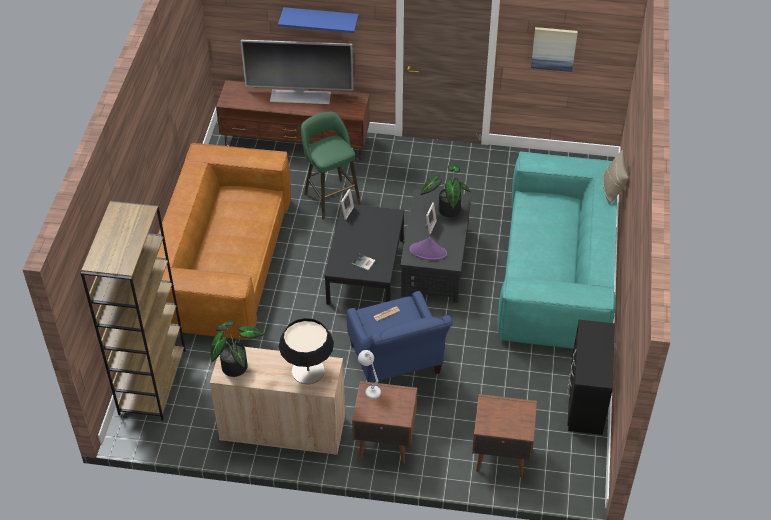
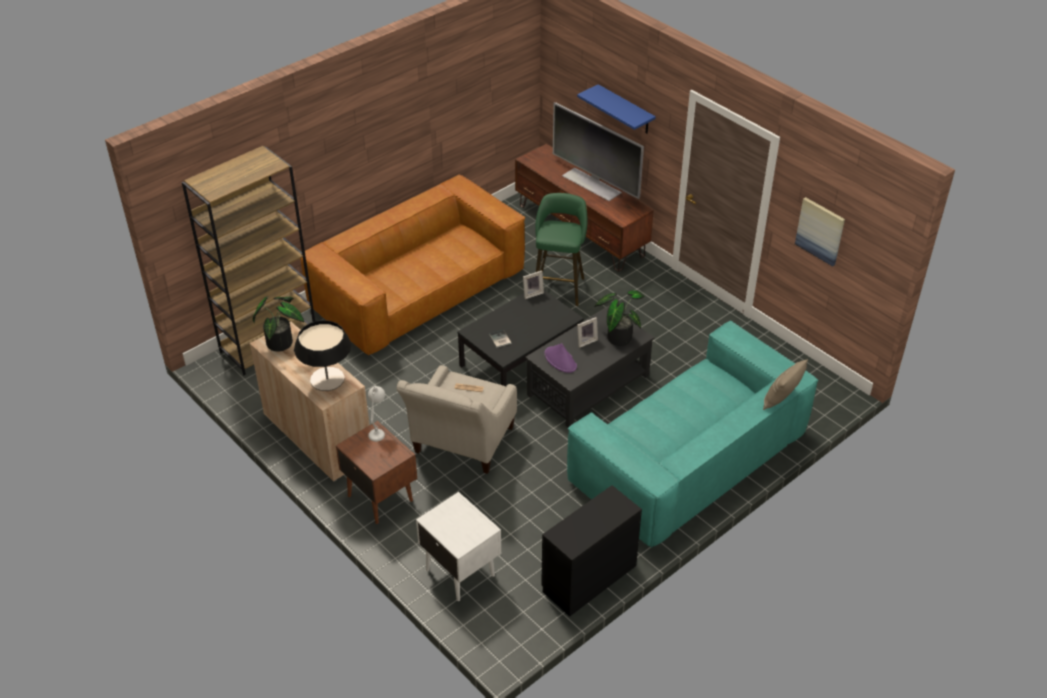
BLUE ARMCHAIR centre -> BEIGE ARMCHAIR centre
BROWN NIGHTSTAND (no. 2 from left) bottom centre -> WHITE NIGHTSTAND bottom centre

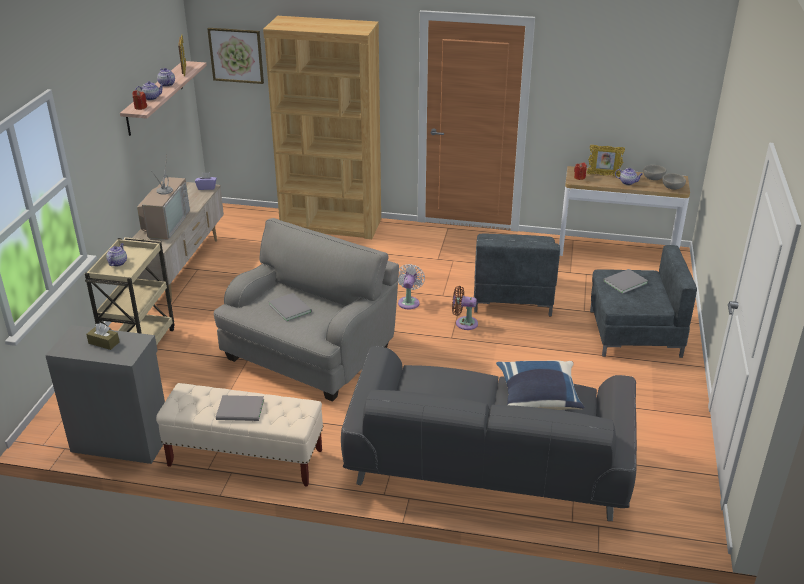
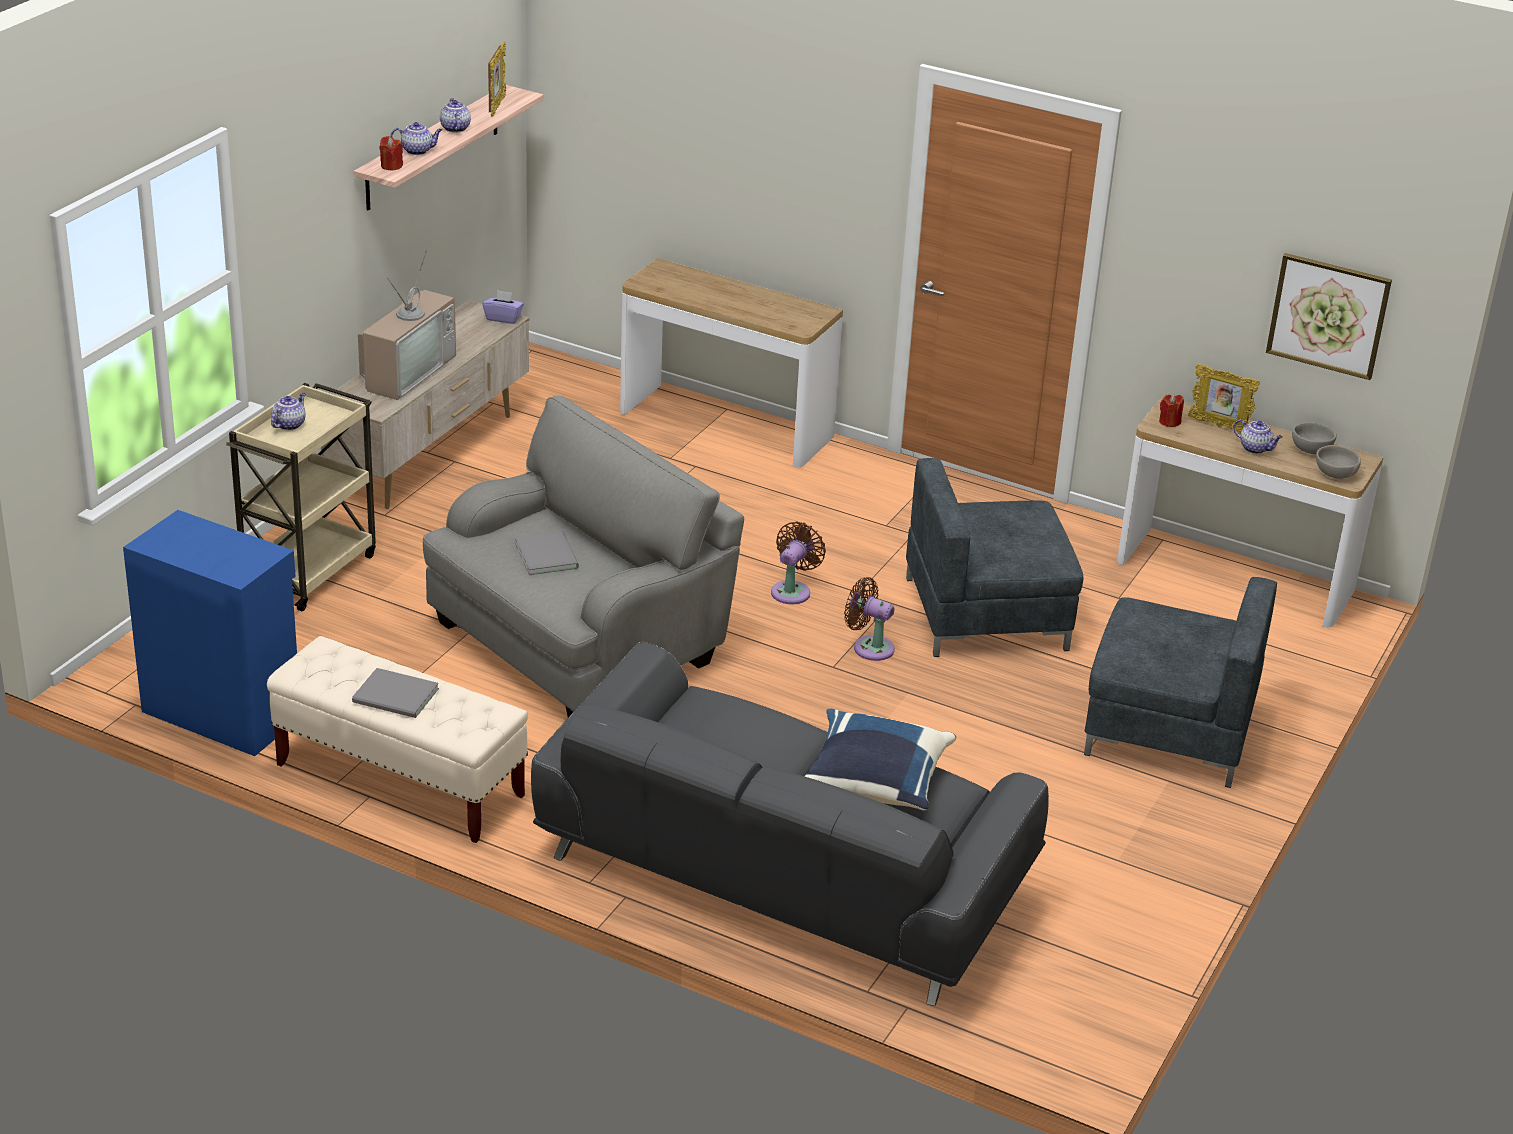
BROWN BOOKCASE top centre -> CONSOLE TABLE (no. 1 from left) top centre
PICTURE top left -> PICTURE top right, relocated
GREY ARMCHAIR (no. 2 from left) centre, 60 degrees clockwise
WHITE FAN centre -> BROWN FAN (no. 1 from left) centre
GREY BOOK (no. 3 from left) middle right -> none
BROWN TISSUE BOX middle left -> none
GREY CABINET bottom left -> BLUE CABINET middle left

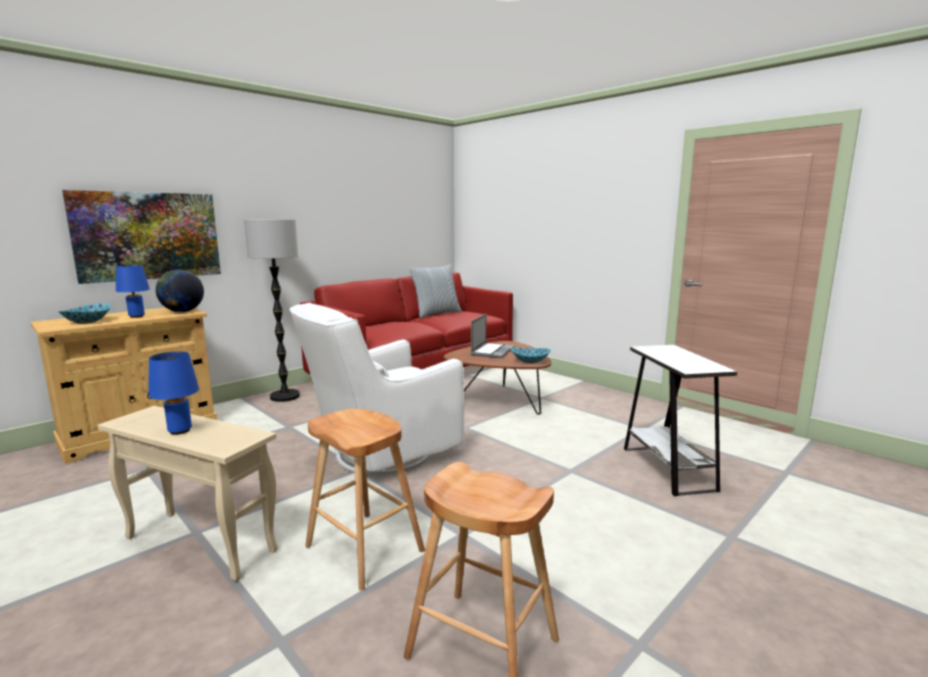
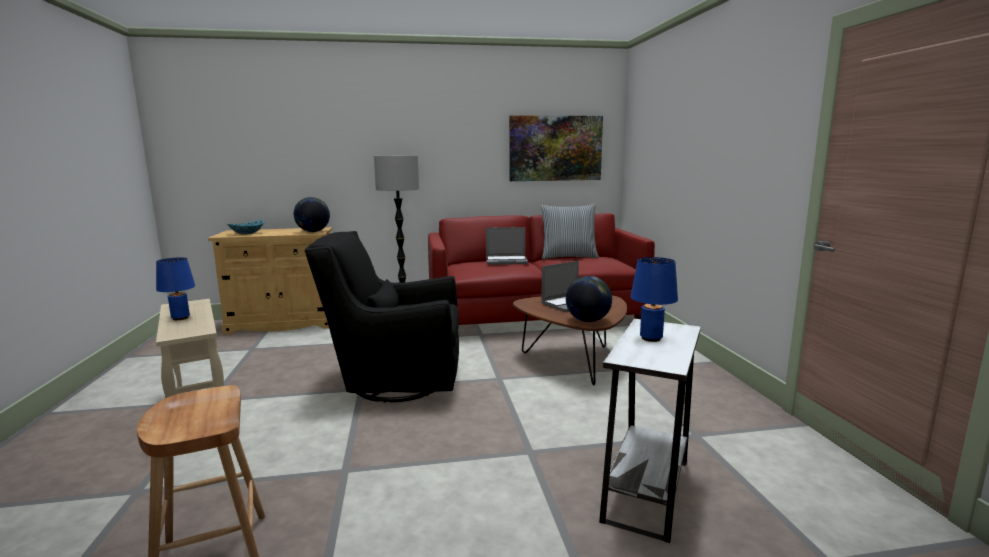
PICTURE middle left -> PICTURE top centre, relocated
BLUE TABLE LAMP (no. 1 from left in the first image) middle left -> BLUE TABLE LAMP (no. 2 from left) centre, relocated
WHITE ARMCHAIR centre -> BLACK ARMCHAIR centre
BOWL (no. 2 from left) centre -> GLOBE (no. 2 from left) centre
BROWN STOOL (no. 1 from left) bottom centre -> none
none -> LAPTOP (no. 1 from left) centre

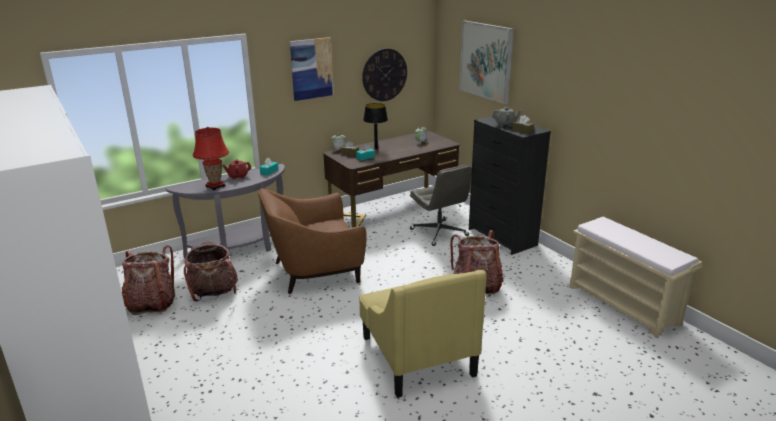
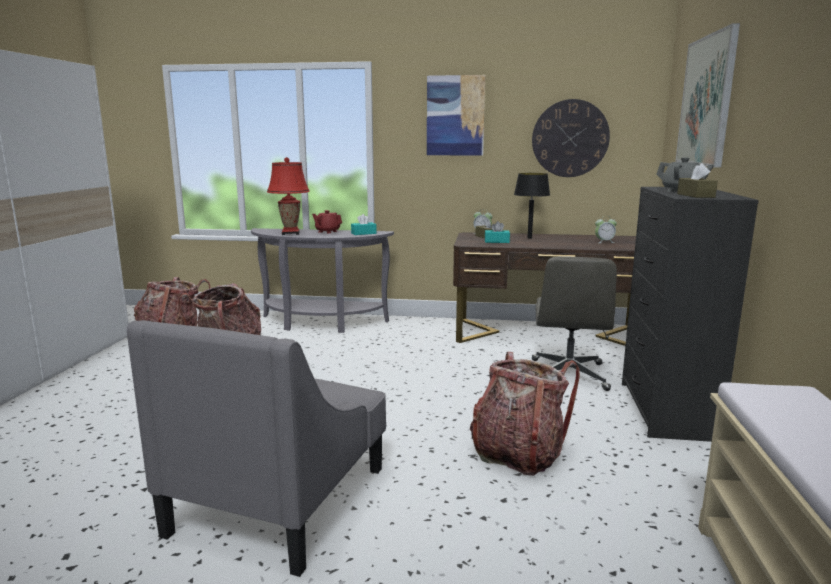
BROWN ARMCHAIR centre -> none
YELLOW ARMCHAIR bottom centre -> GREY ARMCHAIR bottom left

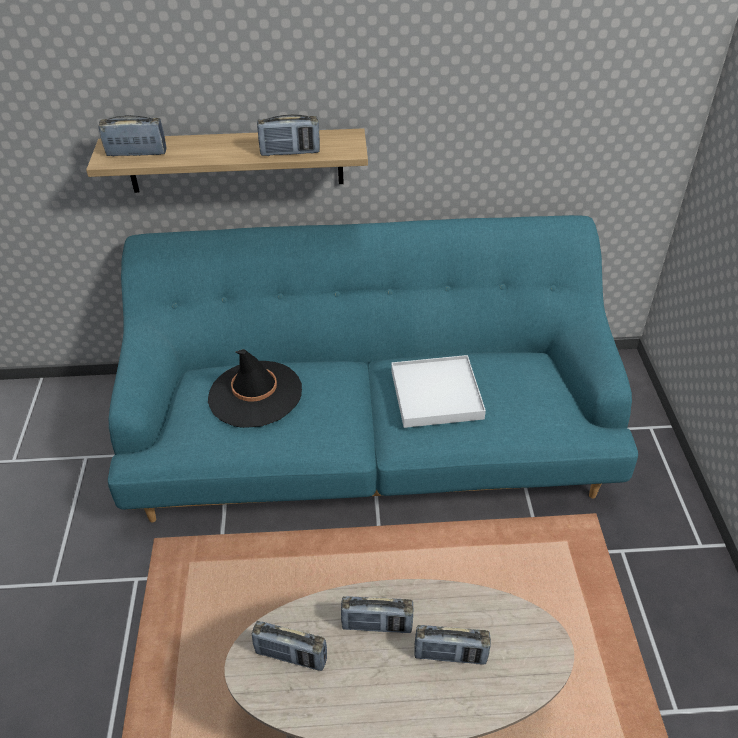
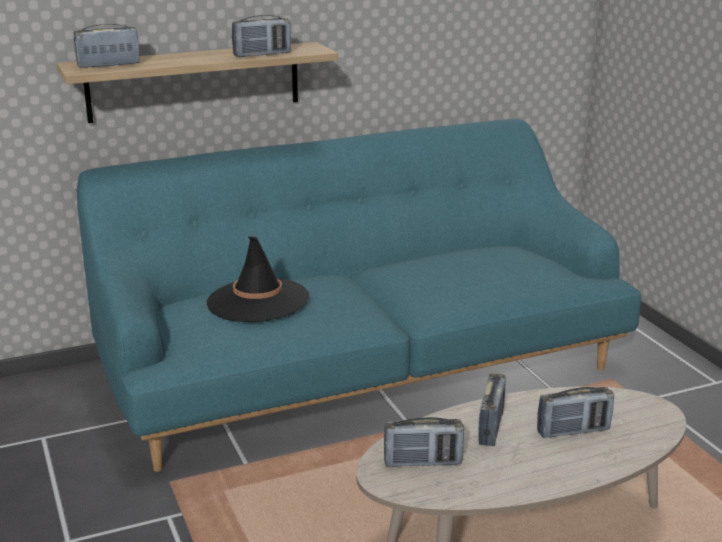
WHITE TRAY centre -> none
RADIO (no. 4 from left) bottom centre -> RADIO (no. 4 from left) bottom right, 60 degrees counterclockwise

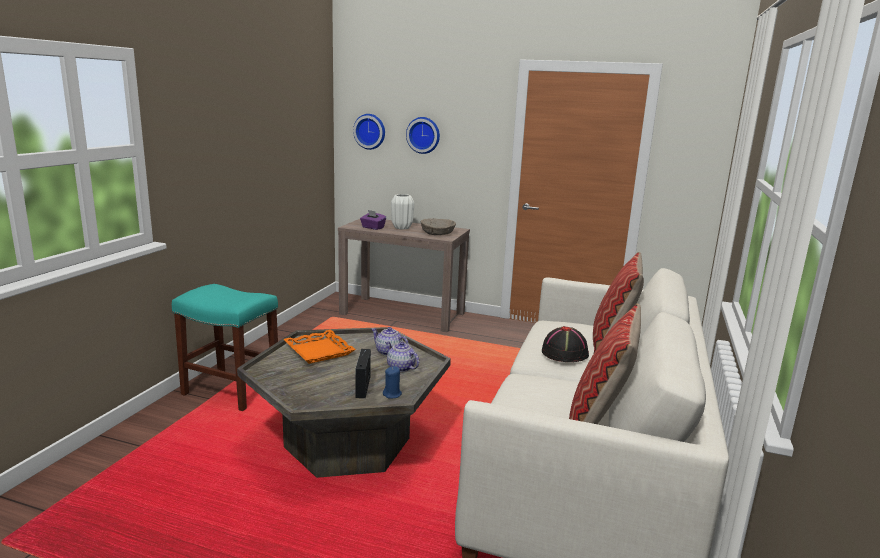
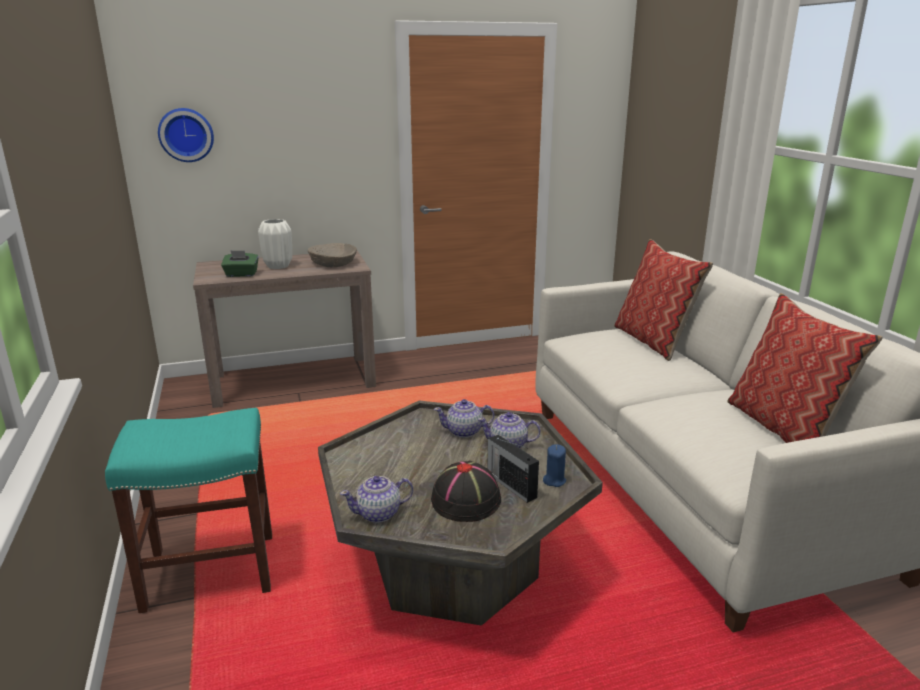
WALL CLOCK (no. 2 from left) top centre -> none
PURPLE TISSUE BOX centre -> GREEN TISSUE BOX middle left
BLACK HAT centre -> BLACK HAT bottom centre, relocated
ORANGE TRAY centre -> none
none -> TEAPOT (no. 1 from left) bottom centre

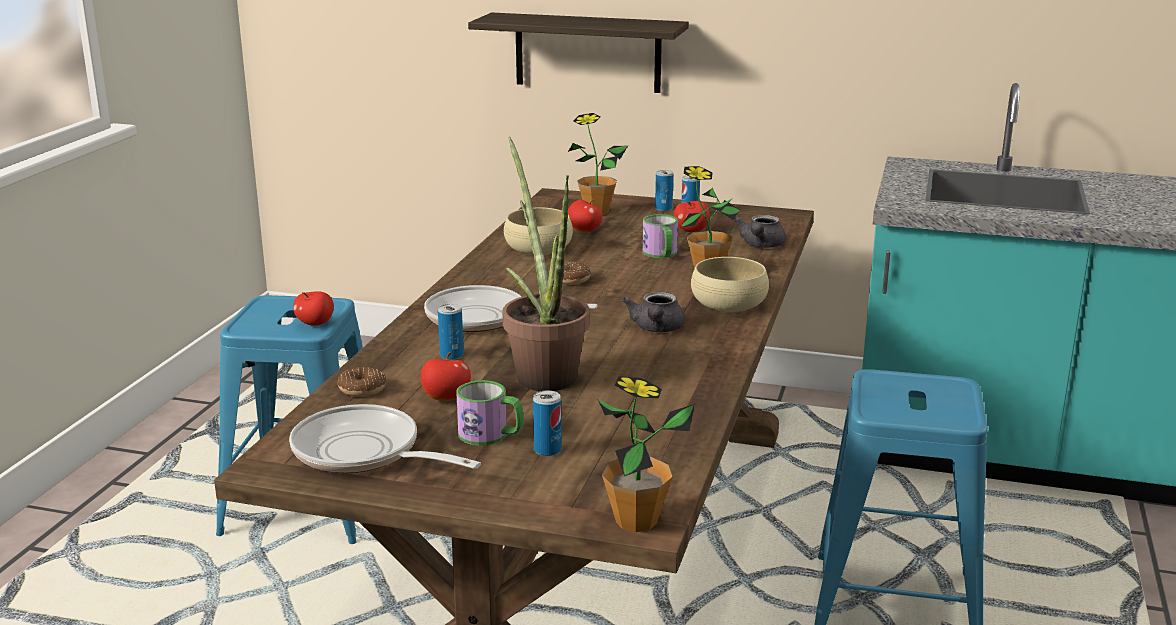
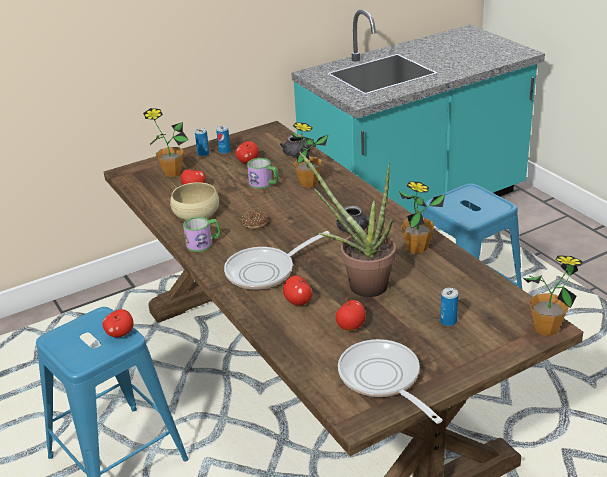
SHELF top centre -> none
BEIGE BOWL (no. 2 from left) centre -> none
CAN (no. 1 from left) centre -> APPLE (no. 4 from left) centre
DONUT (no. 1 from left) middle left -> none
MUG (no. 1 from left) centre -> MUG (no. 1 from left) middle left, relocated
FRYING PAN (no. 1 from left in the first image) bottom left -> FRYING PAN (no. 2 from left) bottom centre, 75 degrees clockwise
none -> POTTED PLANT (no. 4 from left) middle right

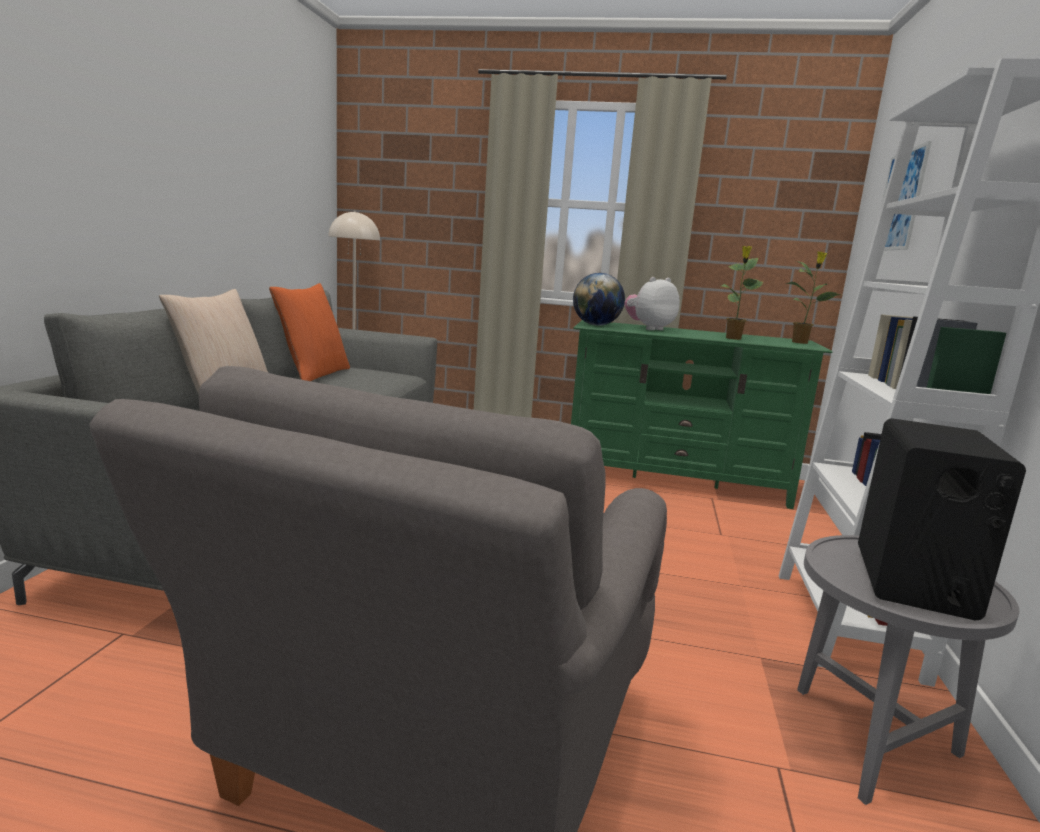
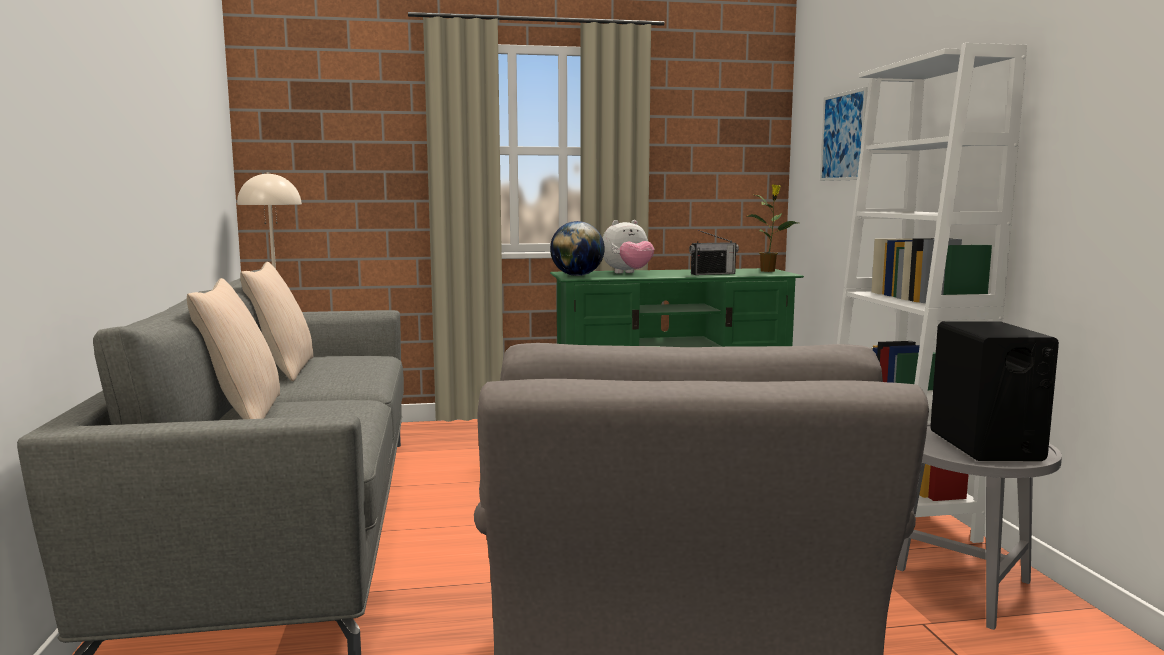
POTTED PLANT (no. 1 from left) middle right -> RADIO centre
PLUSH TOY centre, 150 degrees counterclockwise
ORANGE PILLOW middle left -> BEIGE PILLOW (no. 2 from left) middle left

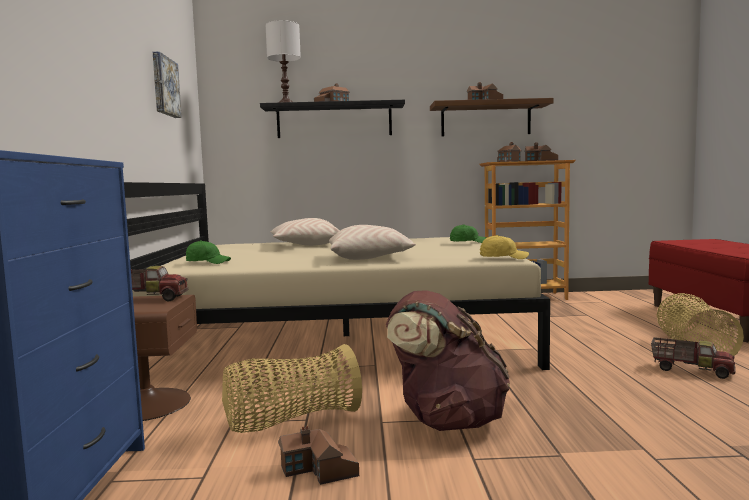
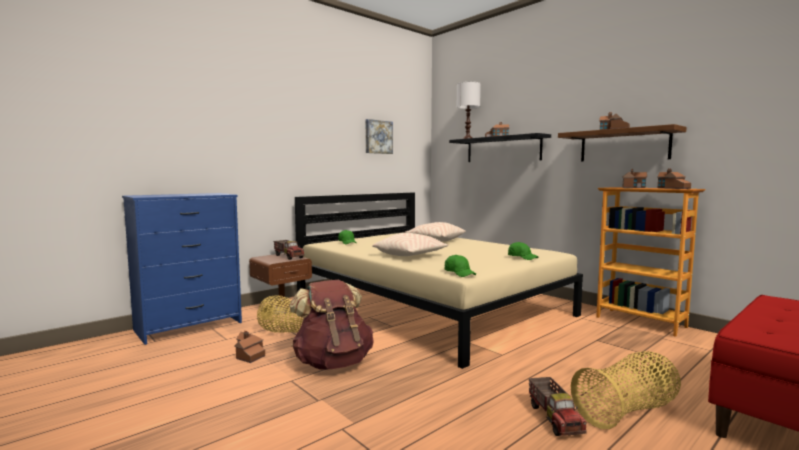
YELLOW CAP middle right -> GREEN CAP (no. 2 from left) centre

